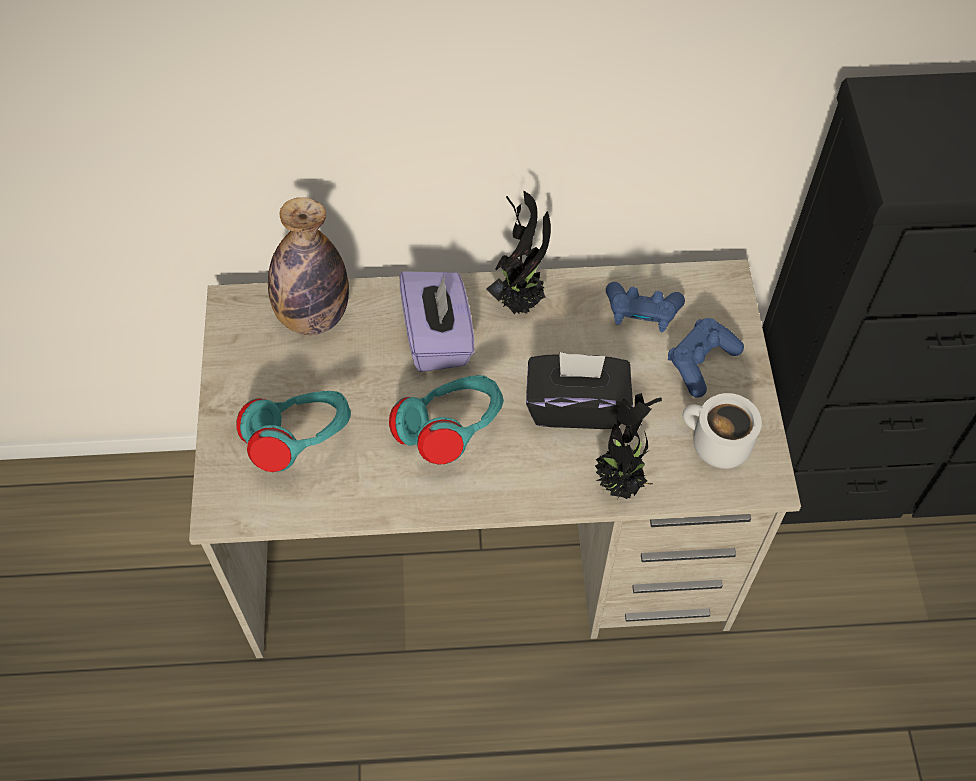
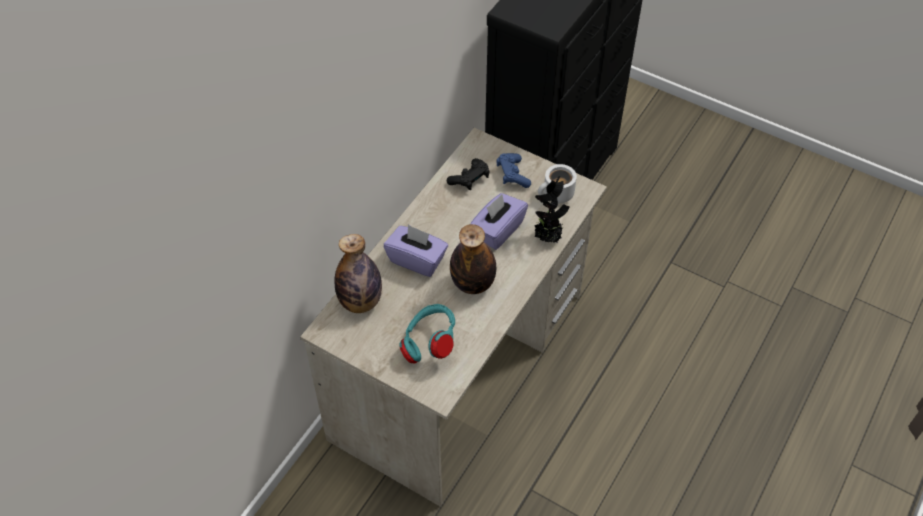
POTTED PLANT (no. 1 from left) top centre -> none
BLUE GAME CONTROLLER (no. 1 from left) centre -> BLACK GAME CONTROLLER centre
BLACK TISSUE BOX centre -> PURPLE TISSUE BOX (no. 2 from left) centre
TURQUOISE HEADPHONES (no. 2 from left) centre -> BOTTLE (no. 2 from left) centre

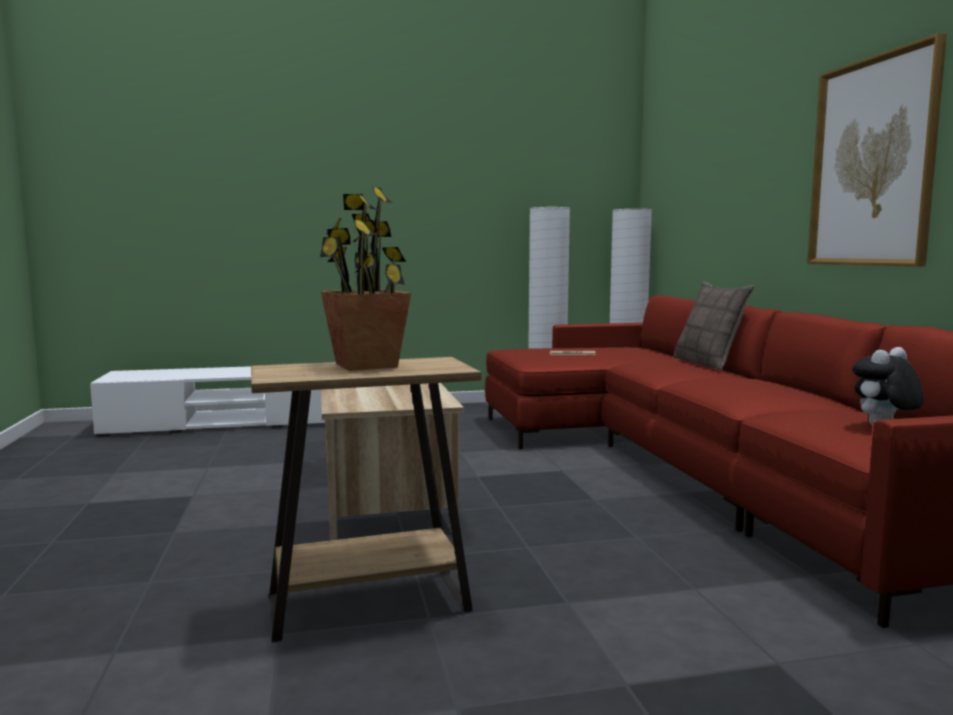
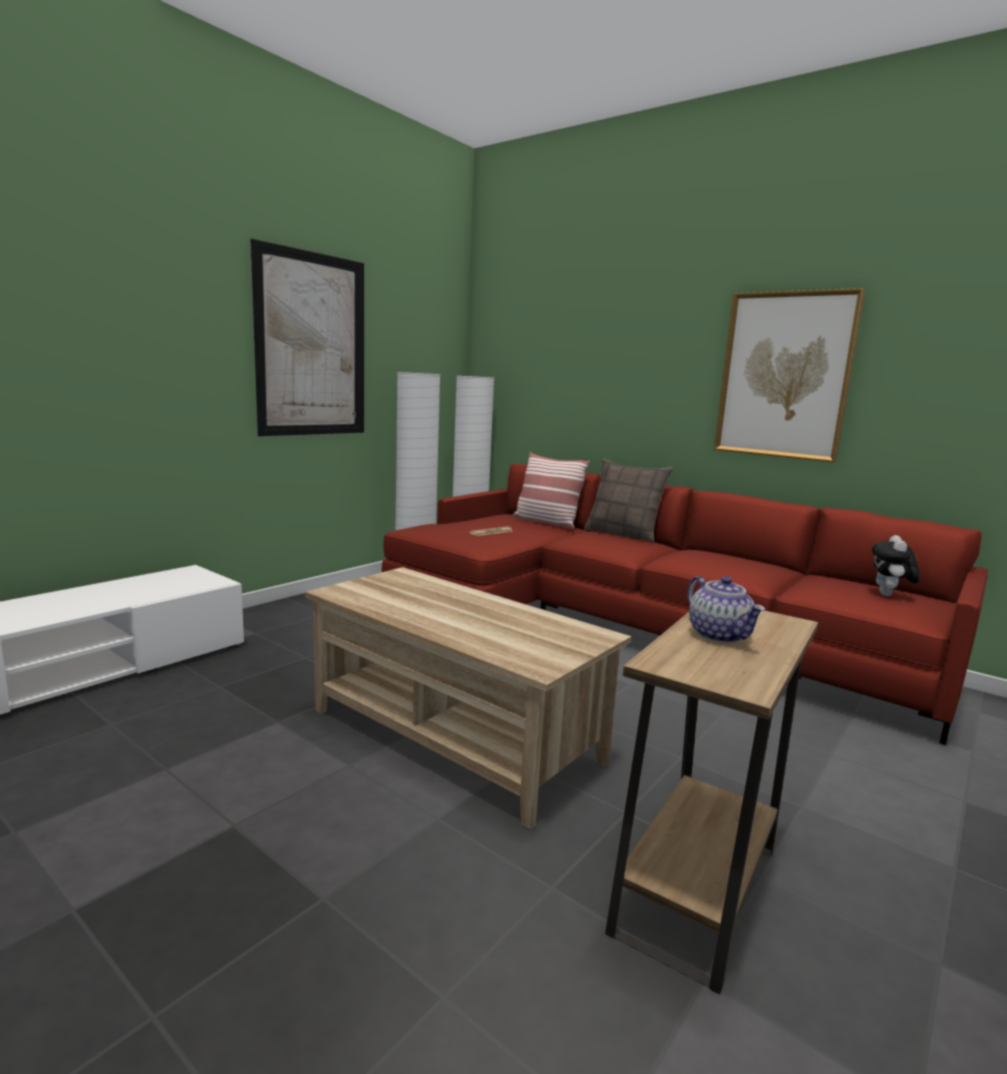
POTTED PLANT centre -> TEAPOT middle right
none -> PICTURE (no. 1 from left) top left
none -> PILLOW (no. 1 from left) centre

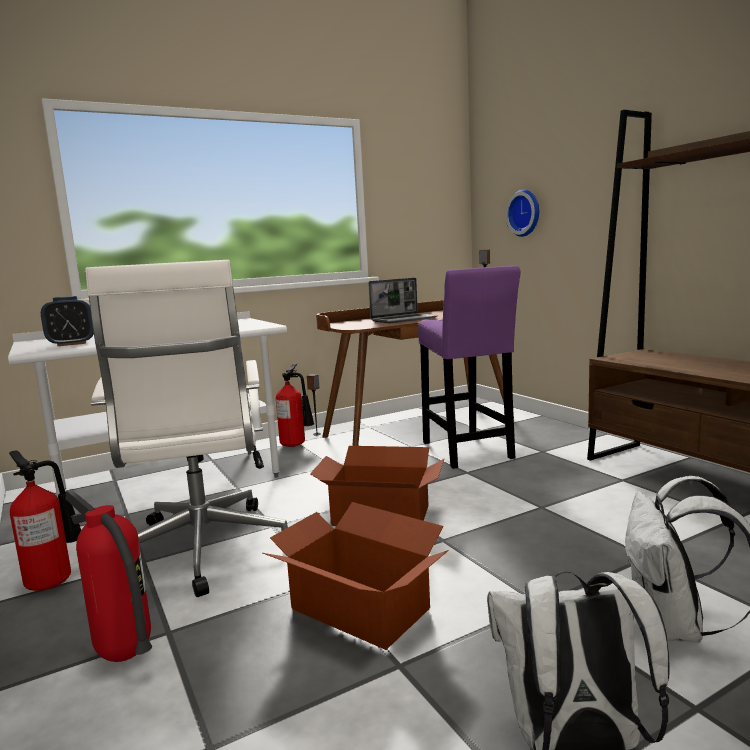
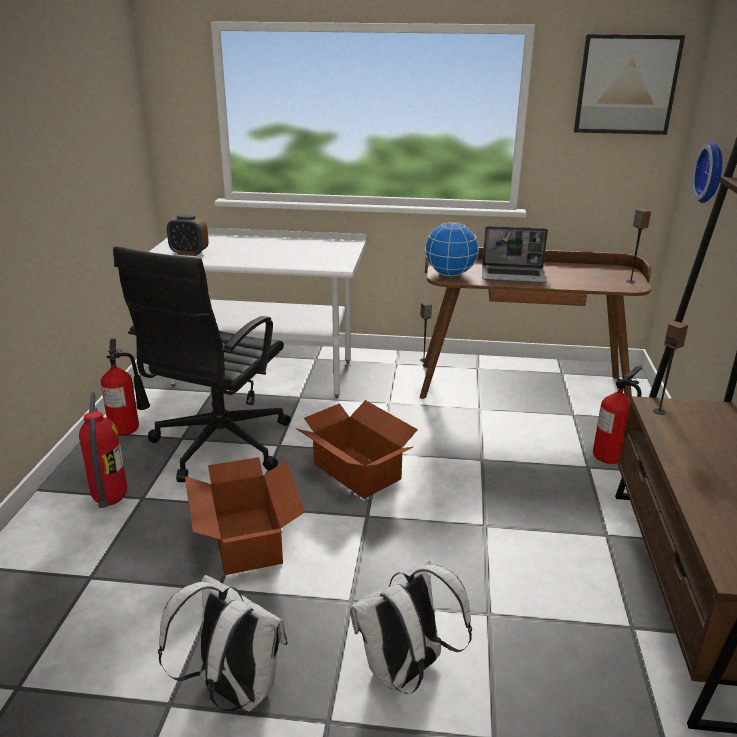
WHITE OFFICE CHAIR middle left -> BLACK OFFICE CHAIR middle left
PURPLE STOOL centre -> none
FIRE EXTINGUISHER (no. 3 from left) centre -> FIRE EXTINGUISHER (no. 3 from left) middle right, relocated
none -> PICTURE top right
none -> GLOBE centre
none -> SPEAKER (no. 3 from left) middle right

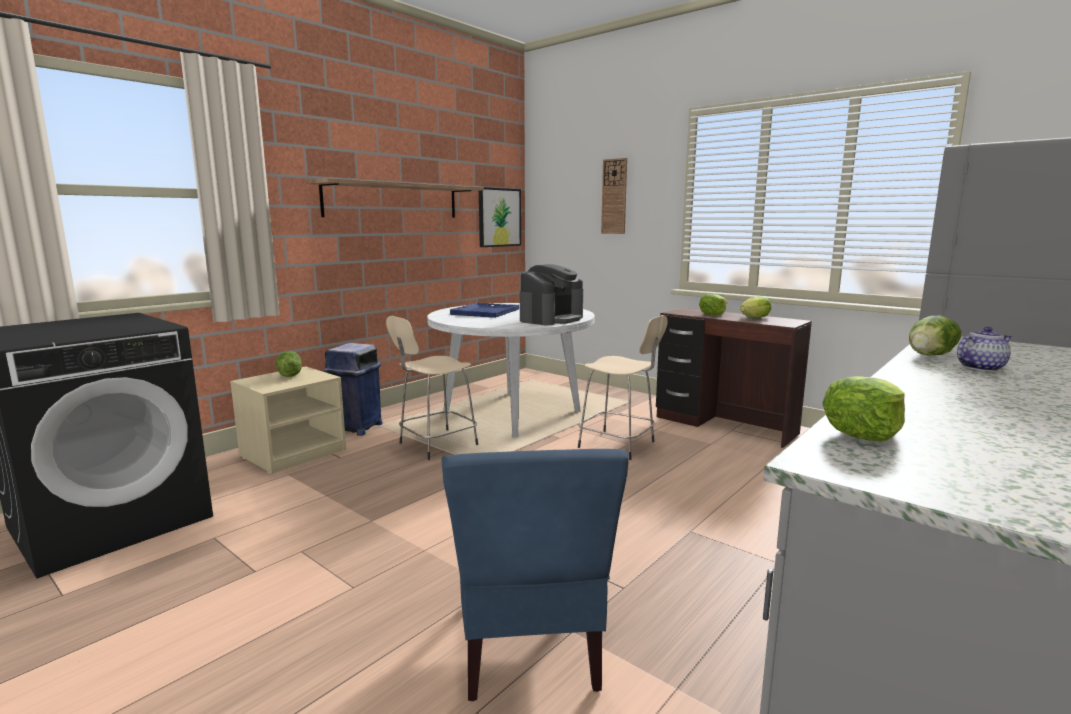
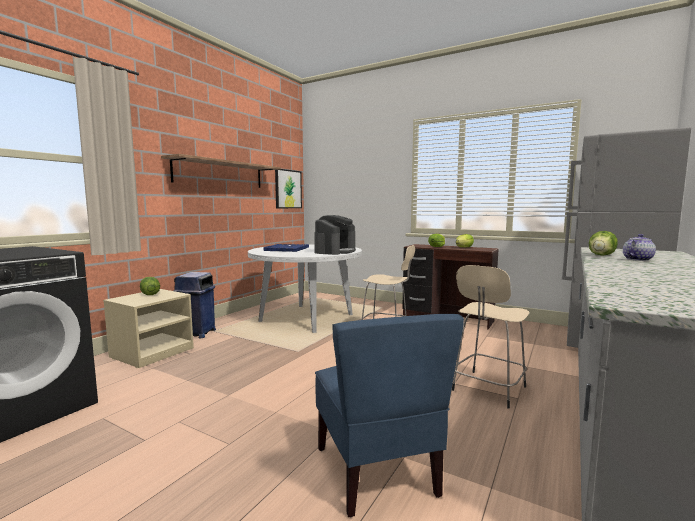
WALL CLOCK top centre -> none
BEIGE STOOL (no. 1 from left in the first image) centre -> BEIGE STOOL (no. 2 from left) middle right, relocated
LETTUCE (no. 4 from left) middle right -> none

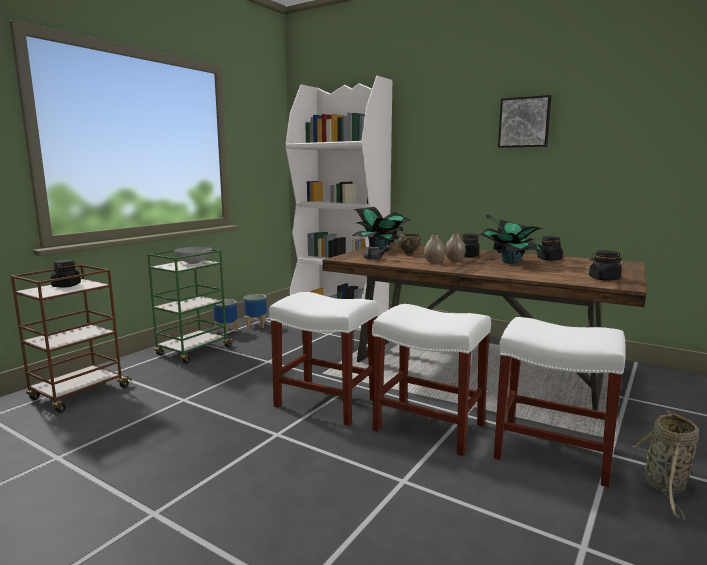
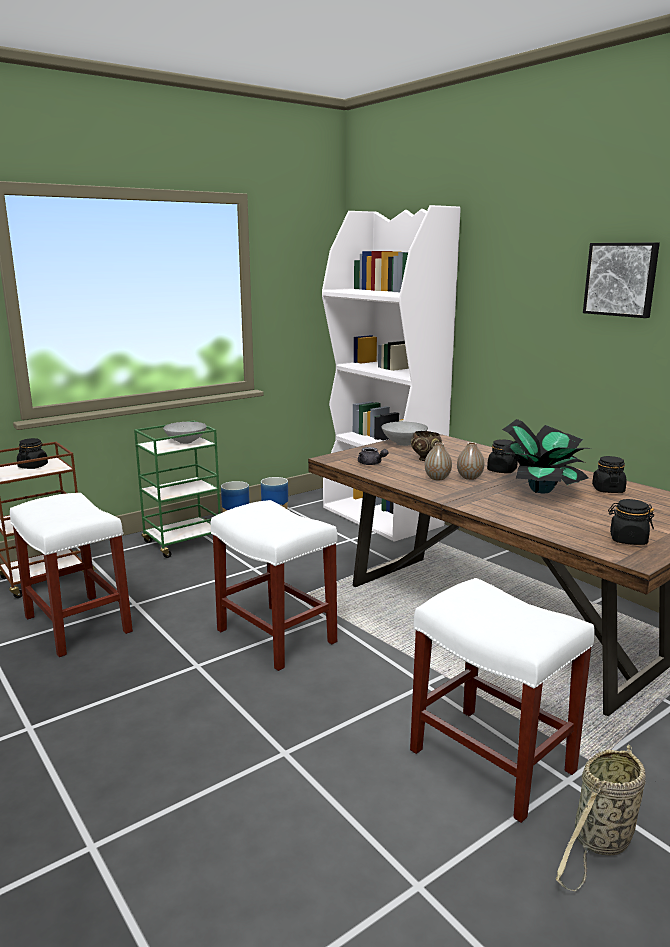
POTTED PLANT (no. 1 from left) centre -> GREY BOWL (no. 2 from left) centre
WHITE STOOL (no. 2 from left in the first image) bottom centre -> WHITE STOOL (no. 1 from left) middle left, relocated

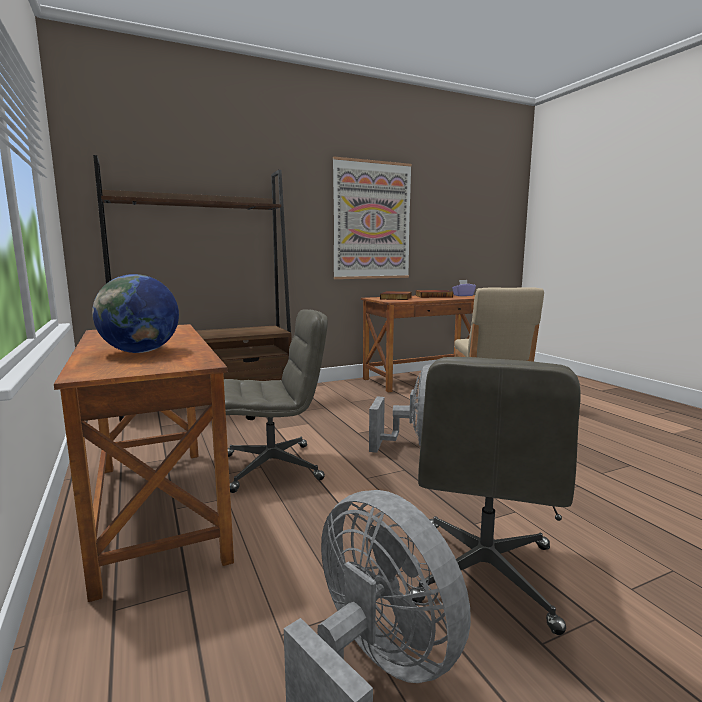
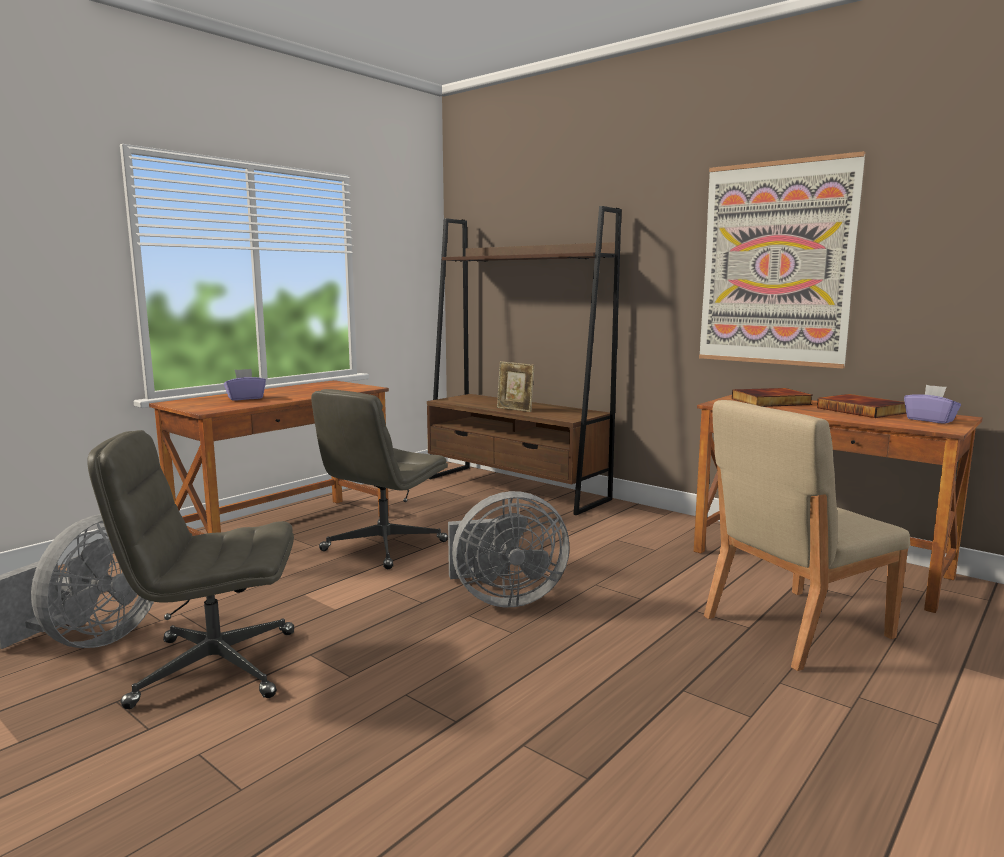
GLOBE middle left -> PURPLE TISSUE BOX (no. 1 from left) middle left
GREY OFFICE CHAIR (no. 1 from left in the first image) centre -> GREY OFFICE CHAIR (no. 2 from left) centre, 75 degrees clockwise
none -> PICTURE FRAME centre

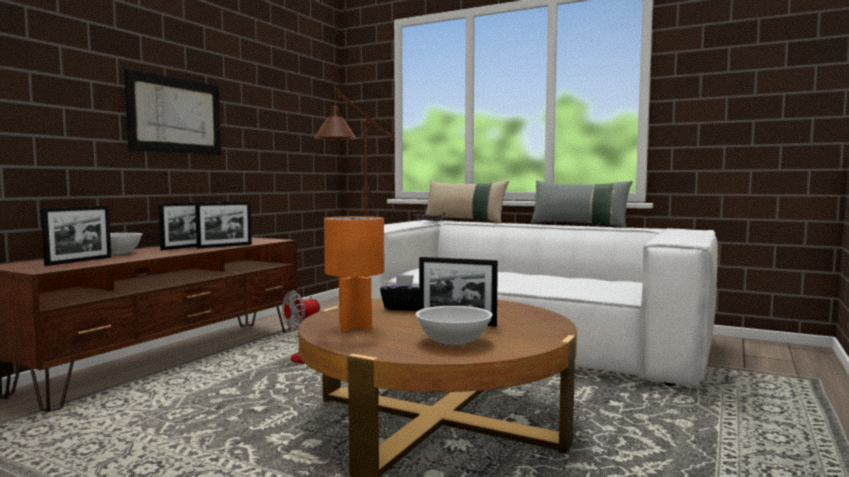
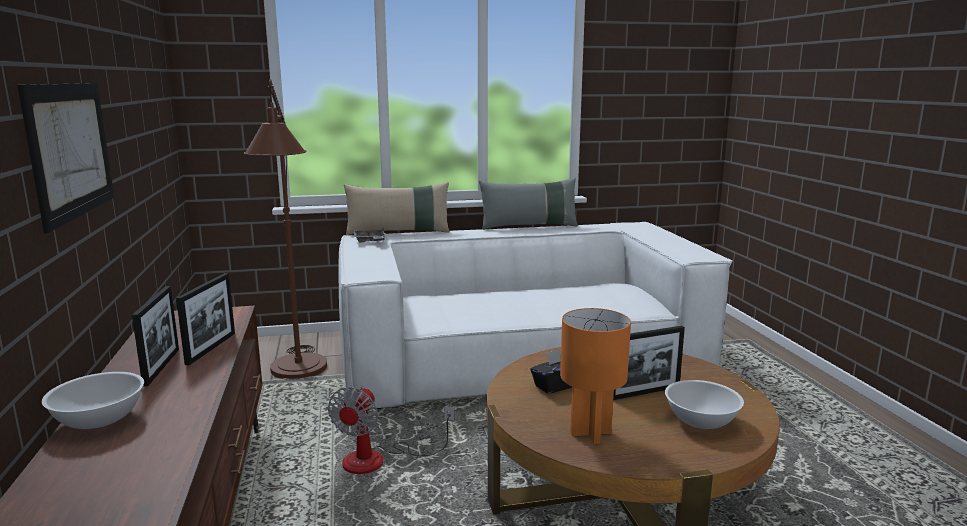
PICTURE FRAME (no. 1 from left) middle left -> none

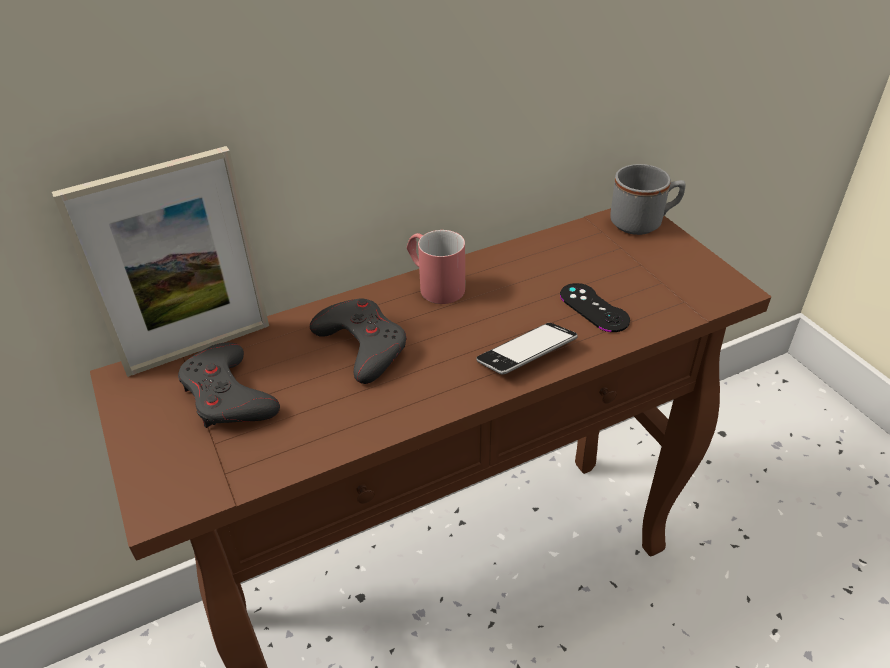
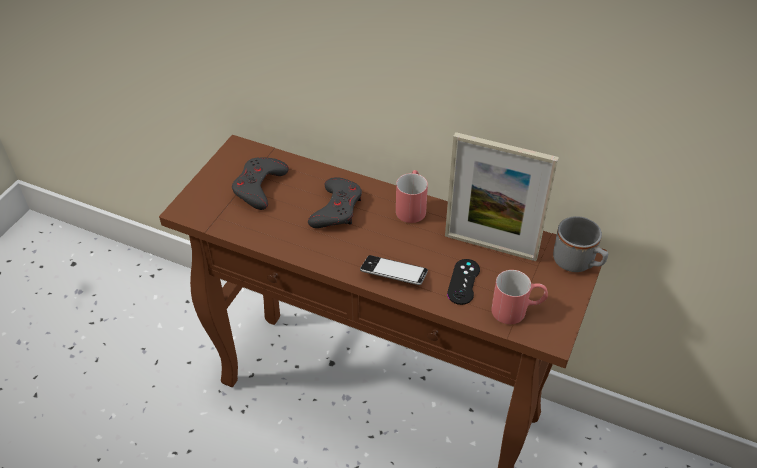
PICTURE FRAME middle left -> PICTURE FRAME centre, relocated
none -> RED MUG (no. 2 from left) middle right

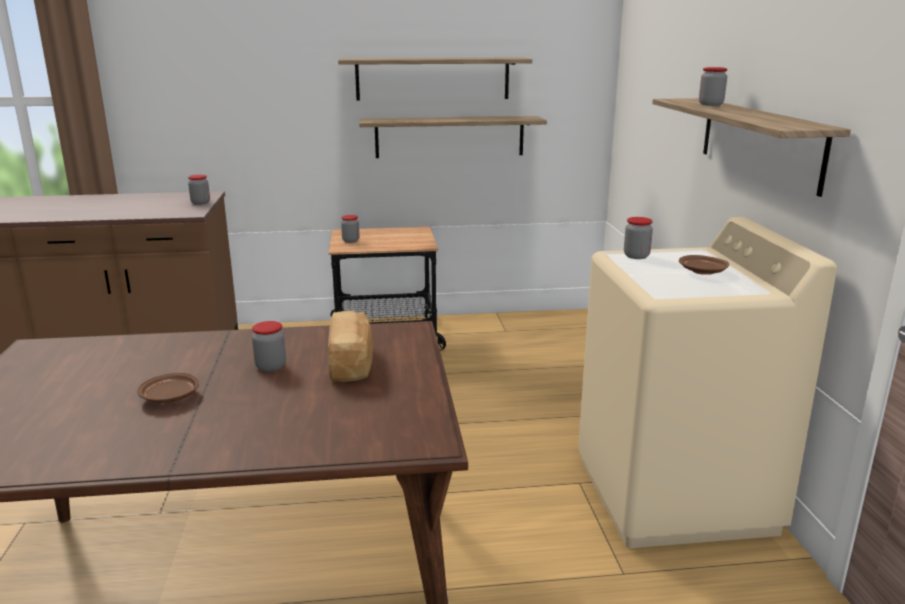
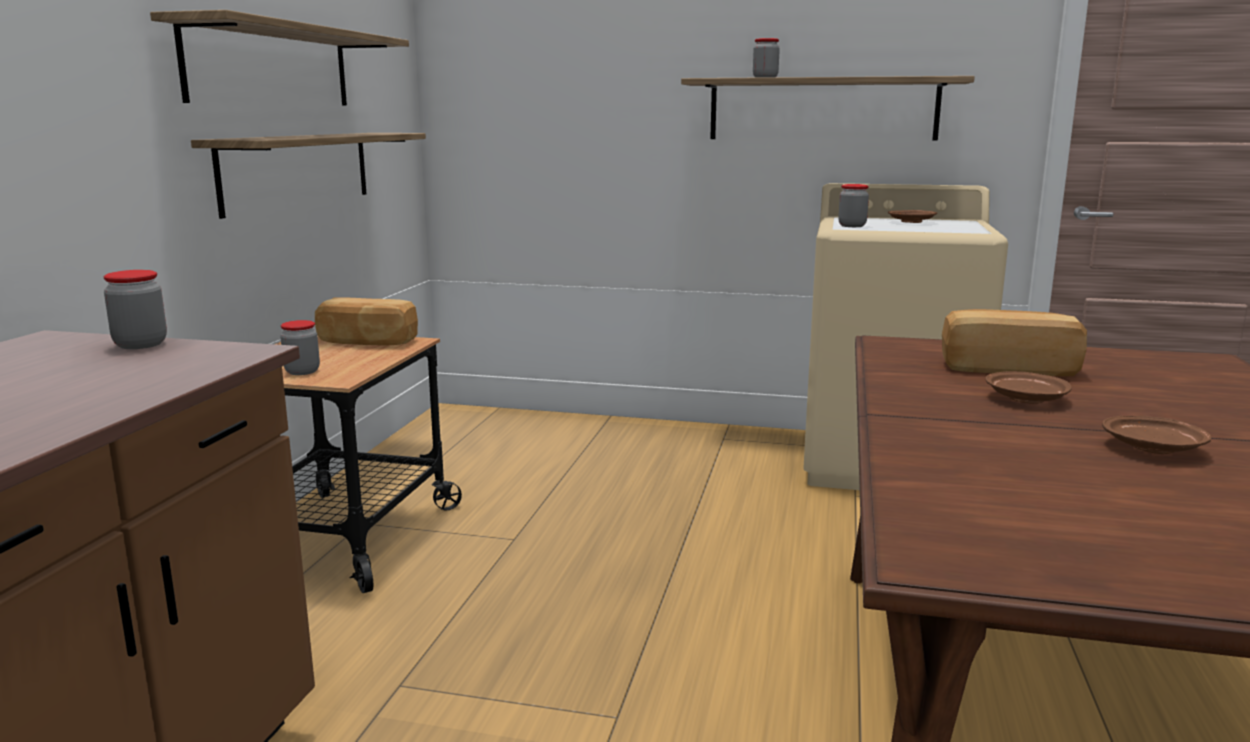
JAR (no. 2 from left) middle left -> BROWN PLATE (no. 2 from left) middle right
none -> BREAD (no. 1 from left) middle left

